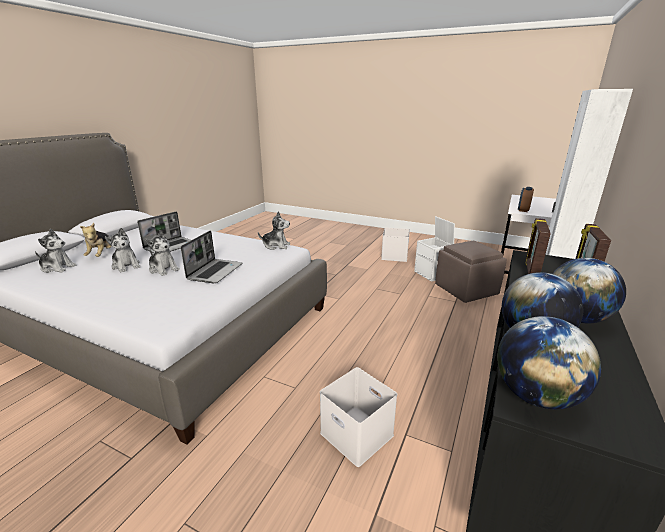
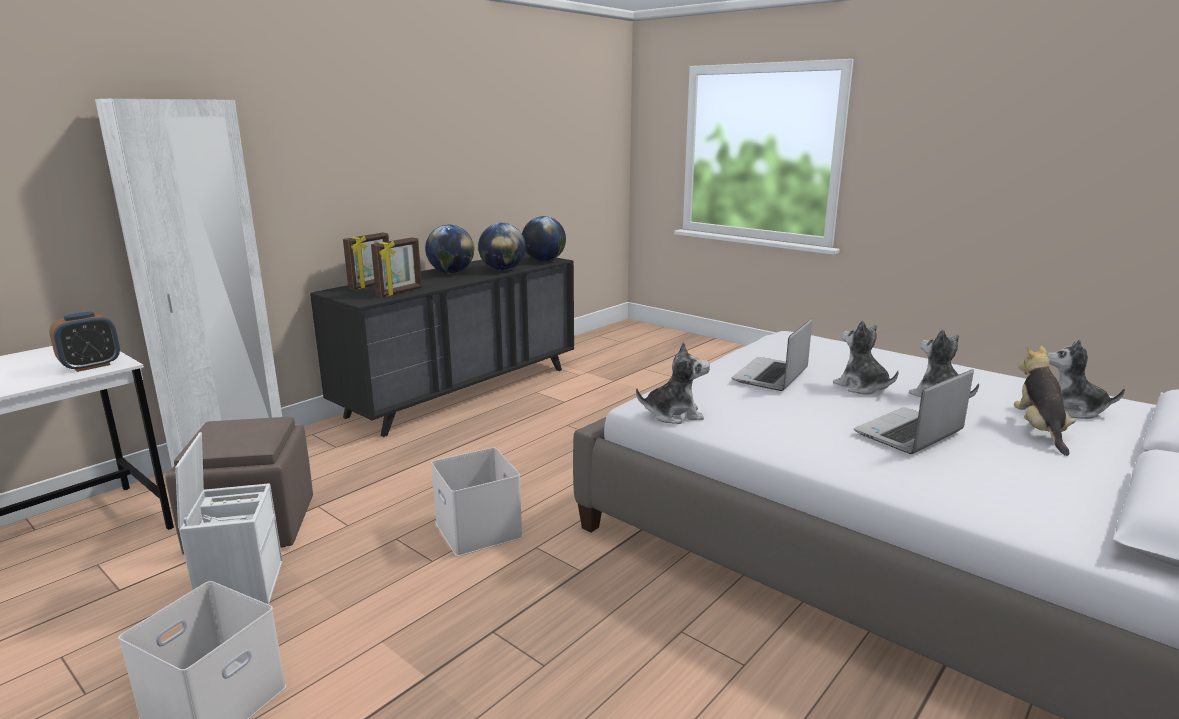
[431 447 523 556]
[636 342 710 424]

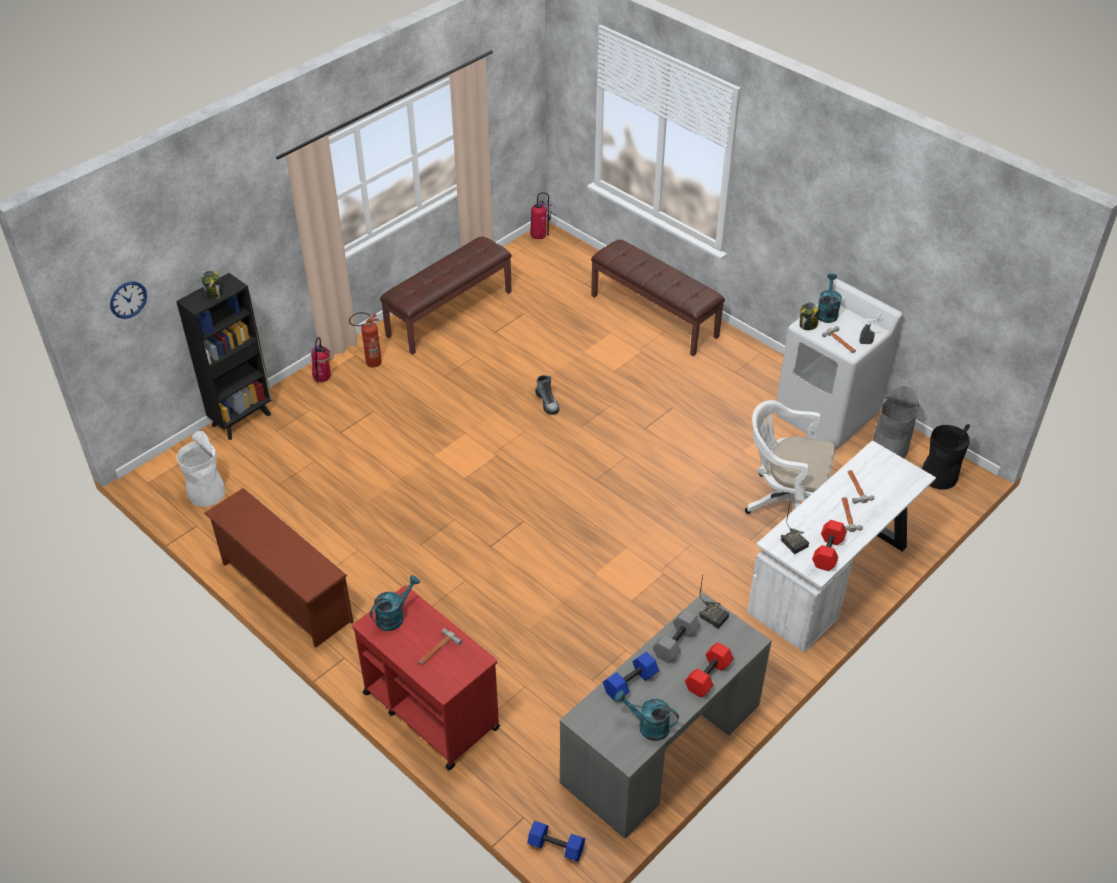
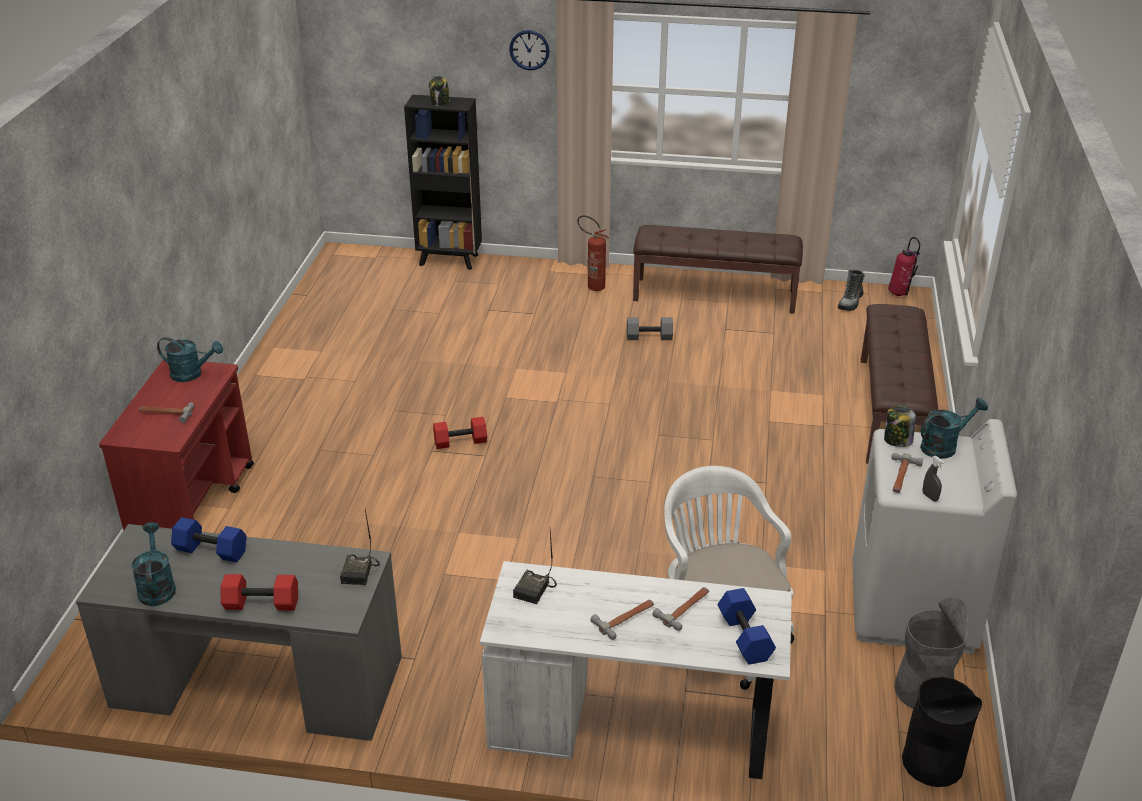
[177 431 225 507] (first image)
[204 488 354 648] (first image)
[310 337 331 383] (first image)
[509 30 550 70]
[718 588 776 665]
[838 270 865 311]
[627 317 673 340]
[433 417 487 449]

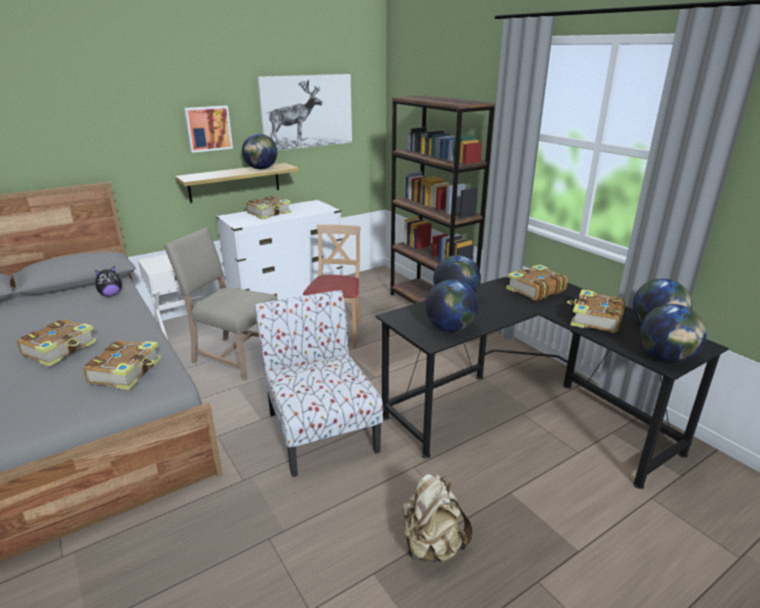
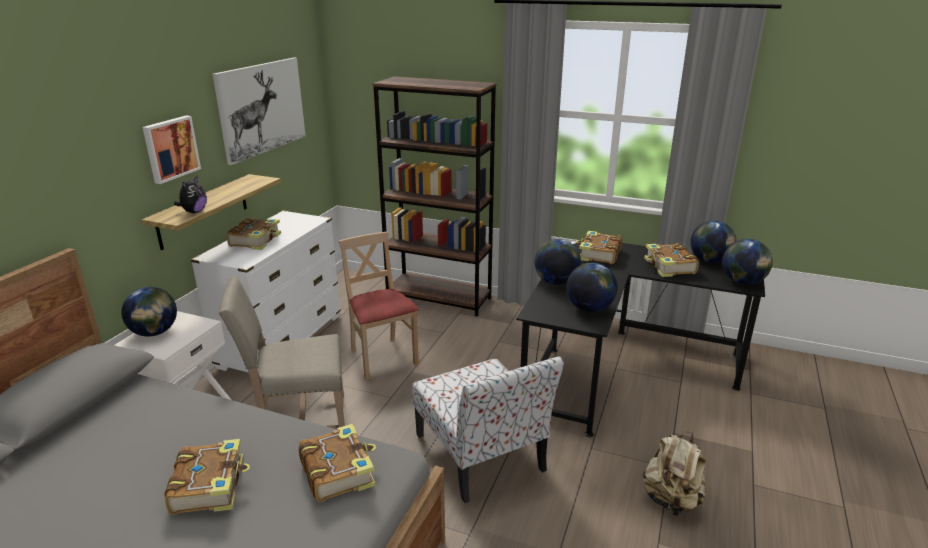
[174 176 207 213]
[121 287 177 336]
[412 356 564 503]

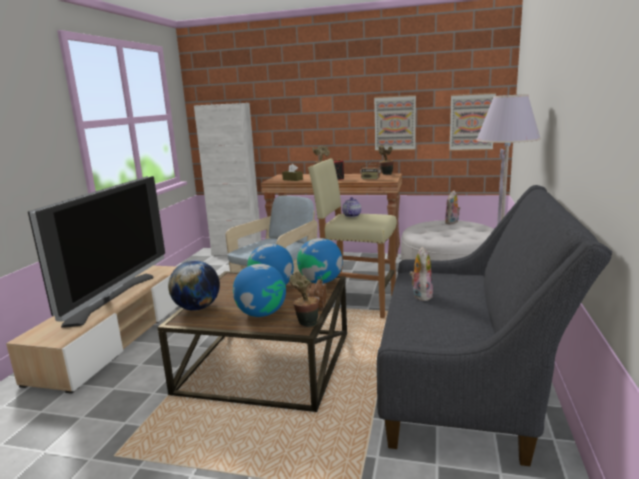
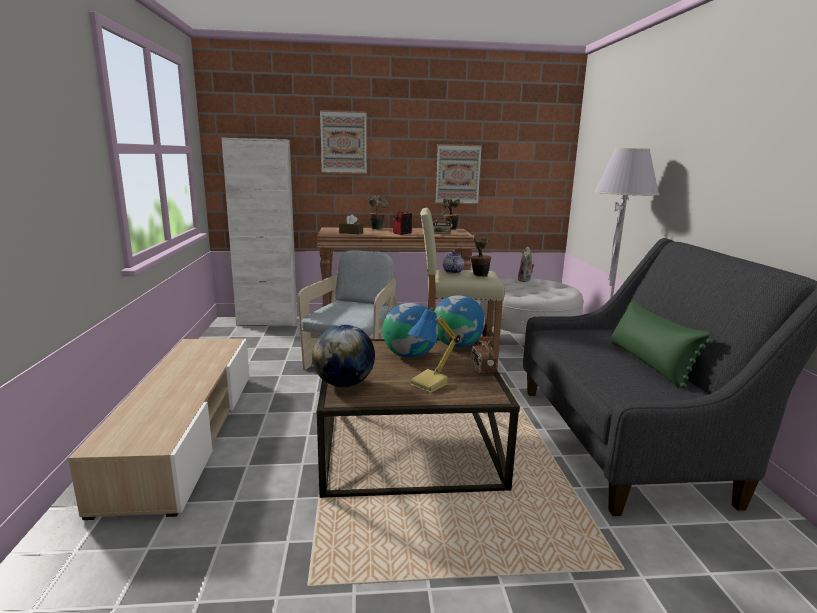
[28 176 165 328] (first image)
[410 247 433 301] (first image)
[611 300 713 388]
[471 233 491 277]
[320 110 367 174]
[407 307 460 393]

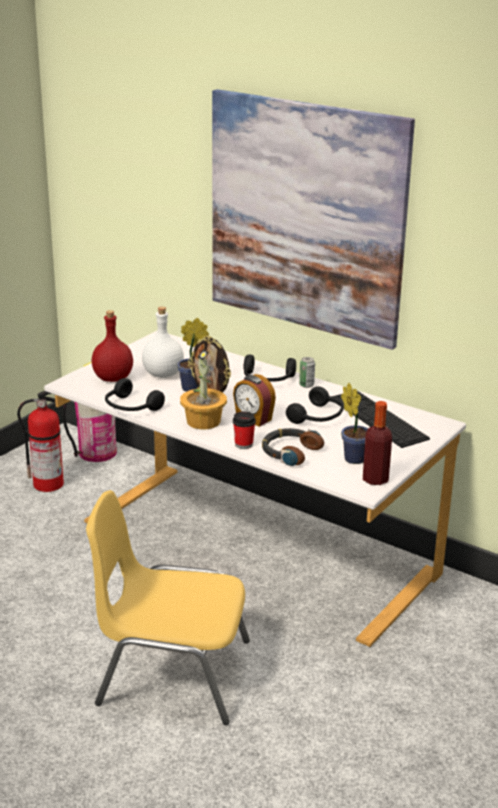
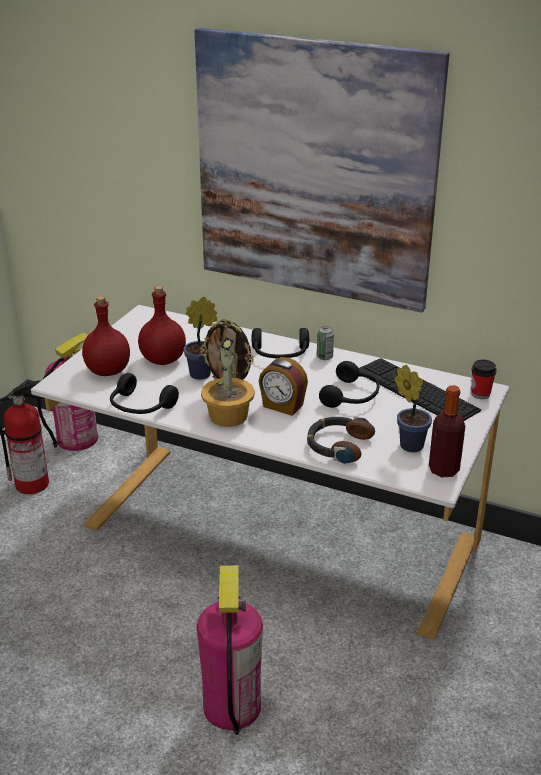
[471 359 497 399]
[196 565 263 735]
[138 286 186 365]

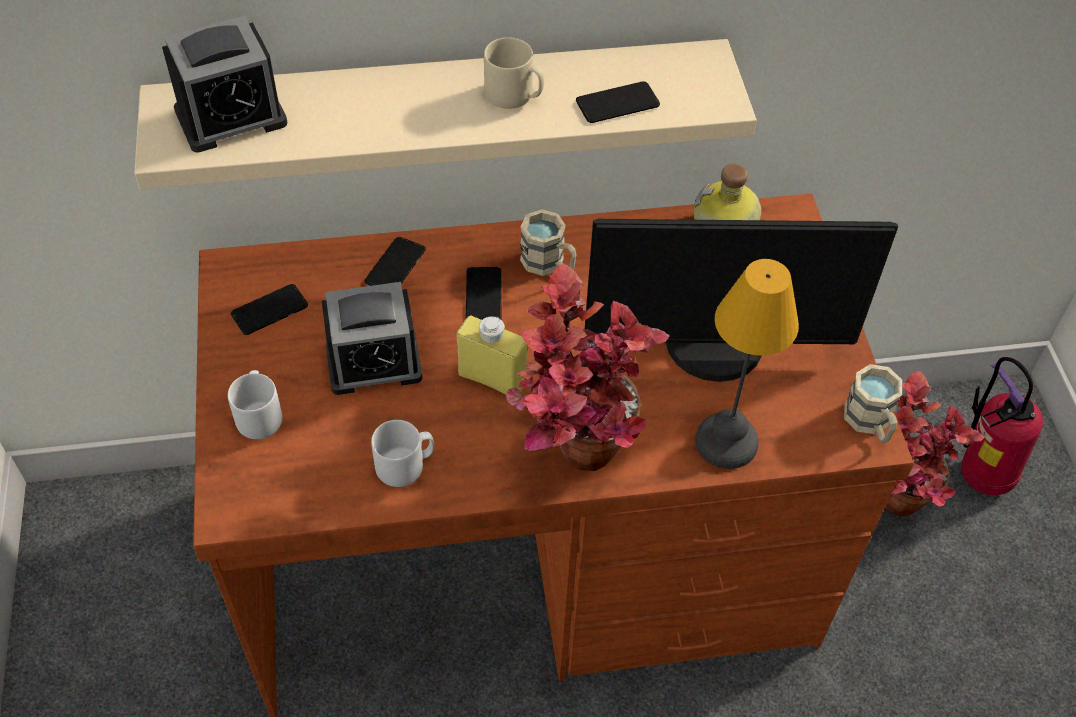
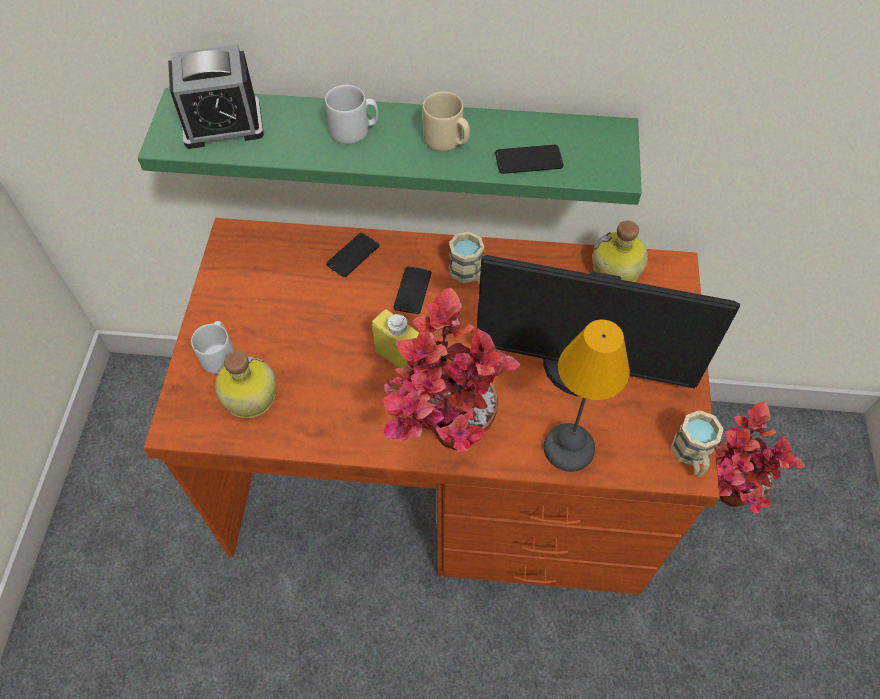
[231 284 308 335] (first image)
[322 282 423 395] (first image)
[961 357 1043 495] (first image)
[215 351 276 418]
[325 85 378 144]
[138 88 642 205]

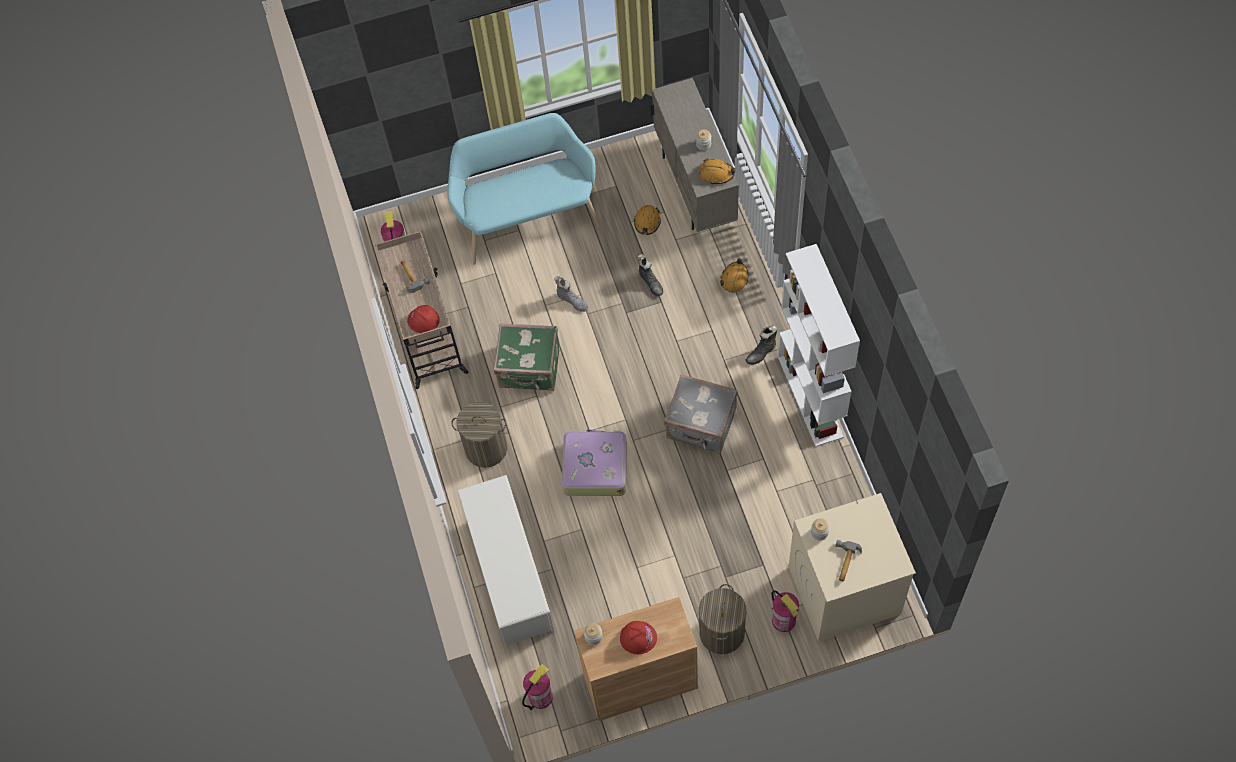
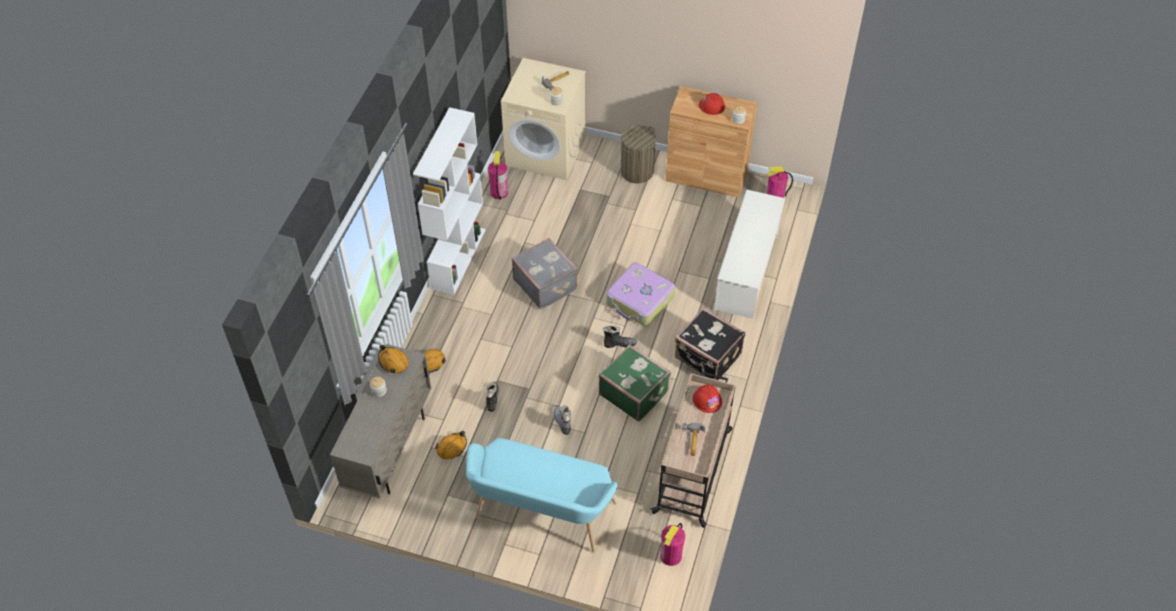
[603 326 637 348]
[488 151 508 200]
[675 308 745 380]

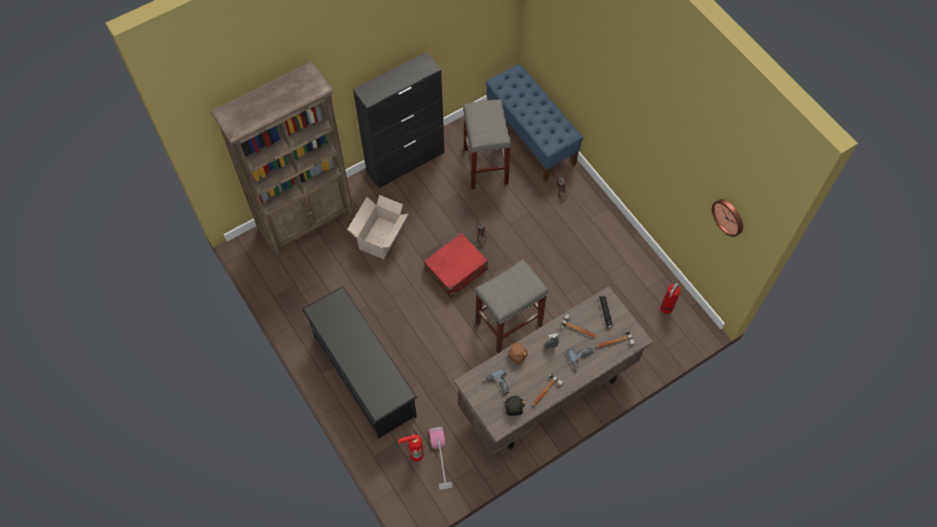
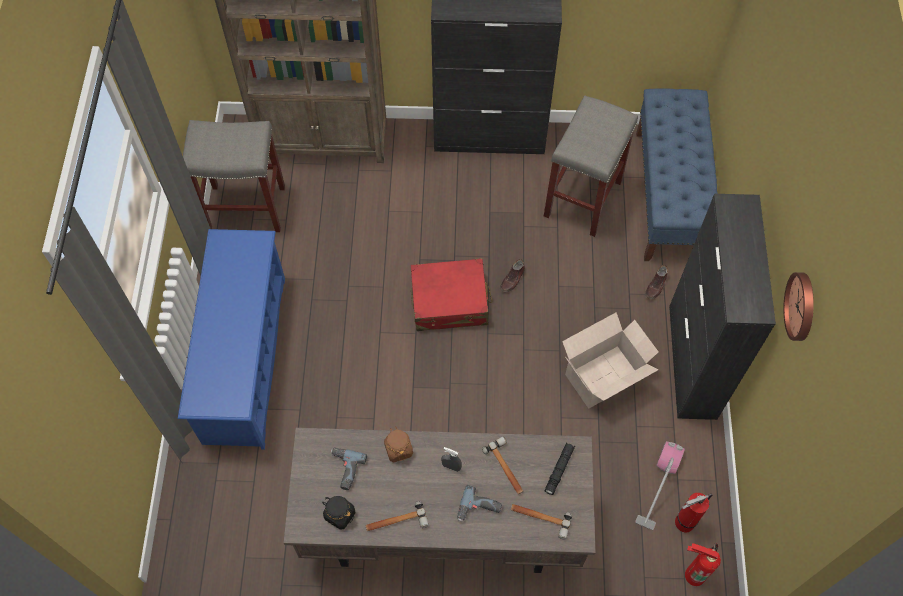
[669 194 776 420]
[562 312 658 408]
[685 543 721 586]
[635 441 685 530]
[183 120 285 232]
[783 272 814 341]
[178 229 285 450]

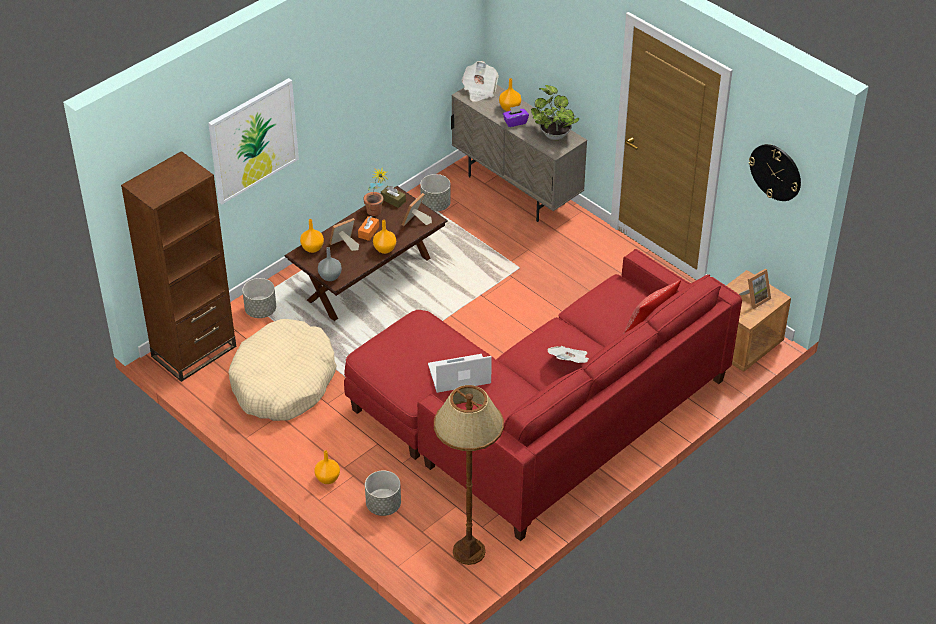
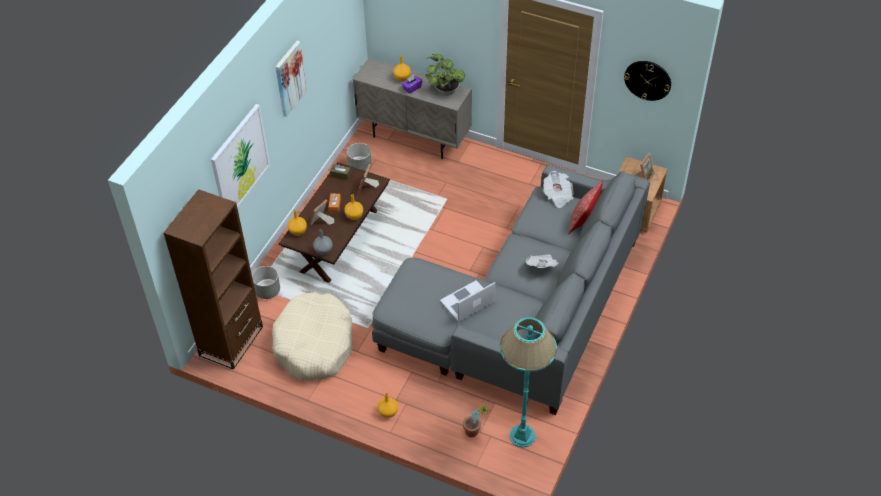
[365 471 401 516] (first image)
[275 41 307 117]
[463 403 491 437]
[543 171 574 208]
[372 164 650 415]
[500 317 557 448]

